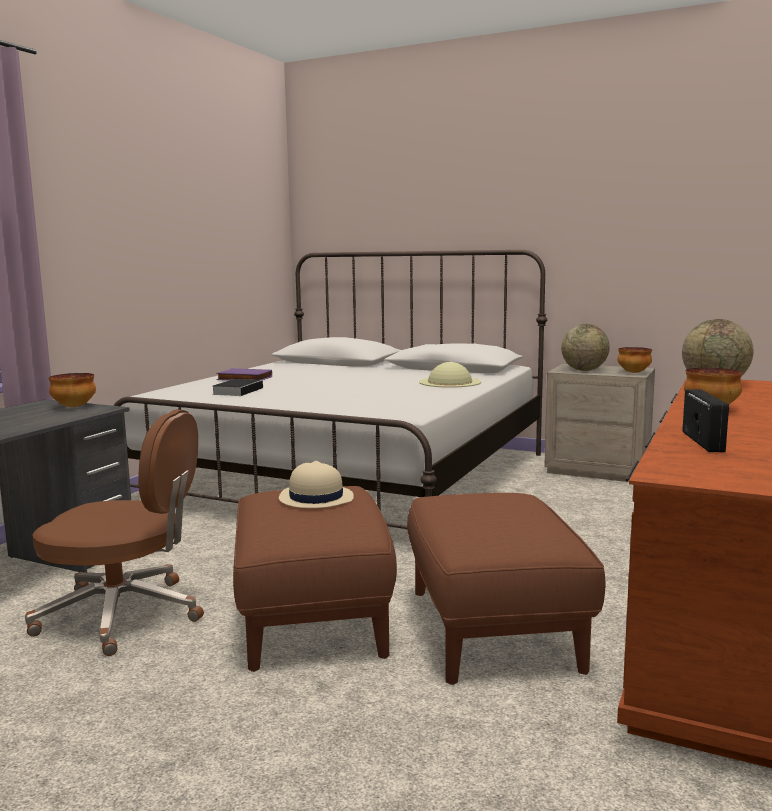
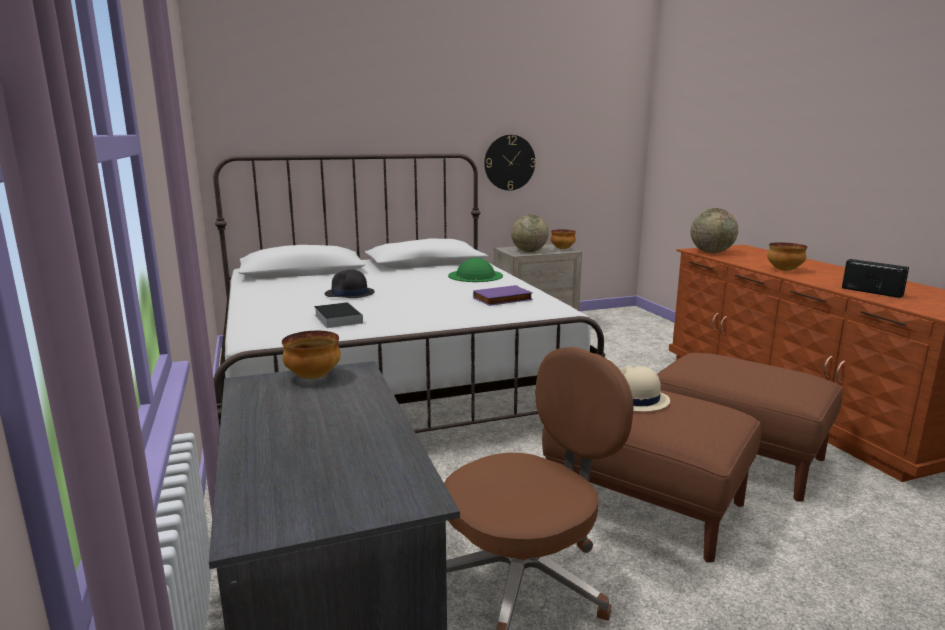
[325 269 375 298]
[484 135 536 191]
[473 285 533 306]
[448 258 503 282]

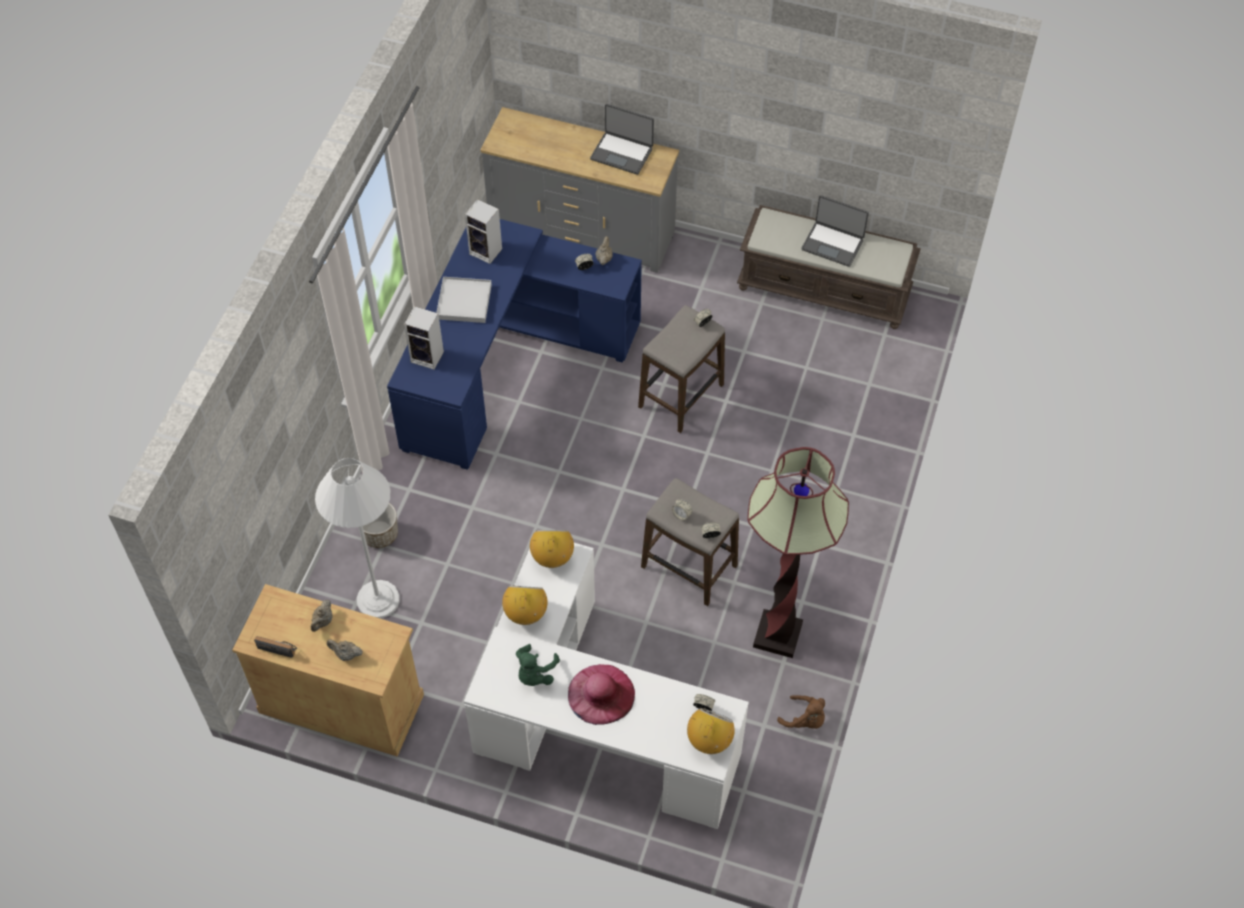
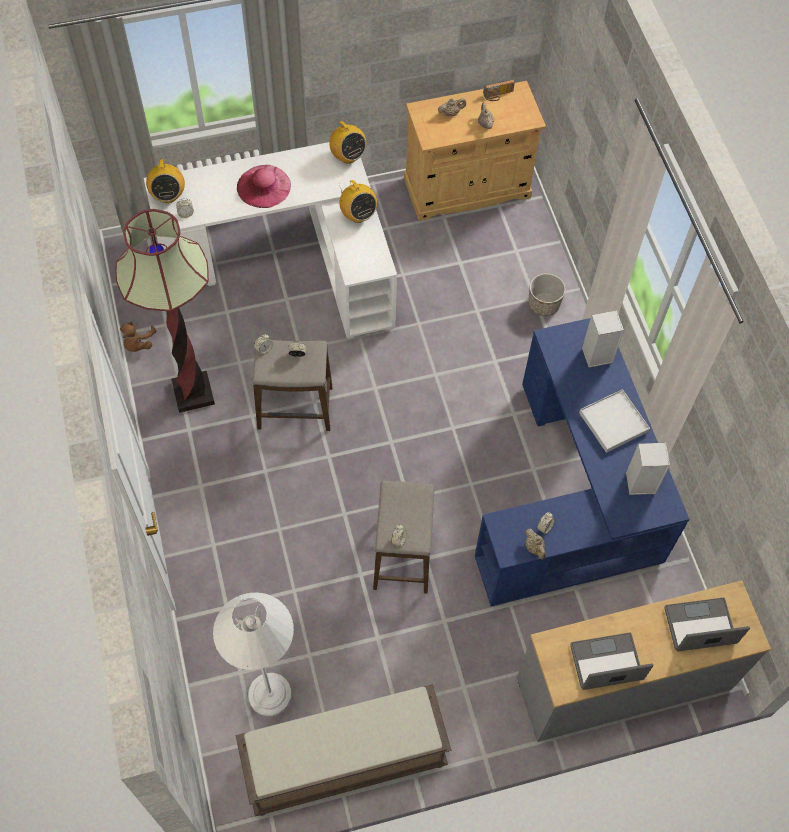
[516 644 560 686] (first image)
[213 592 294 716]
[328 121 366 164]
[665 598 750 651]
[120 321 156 352]

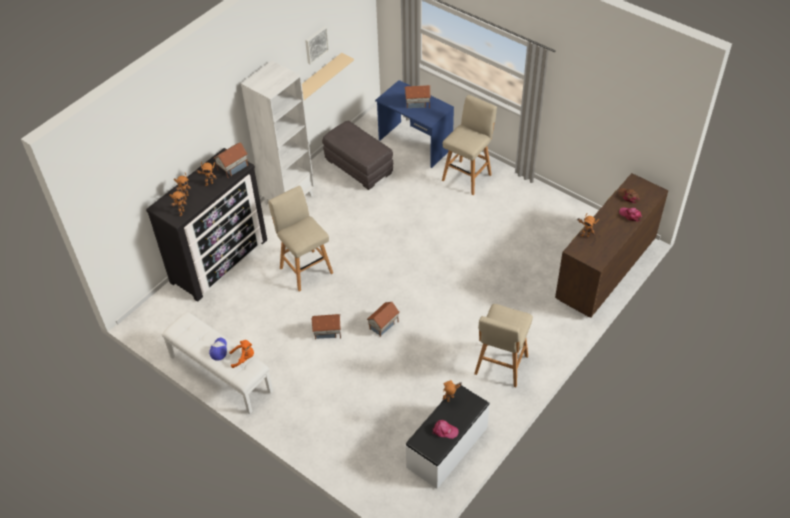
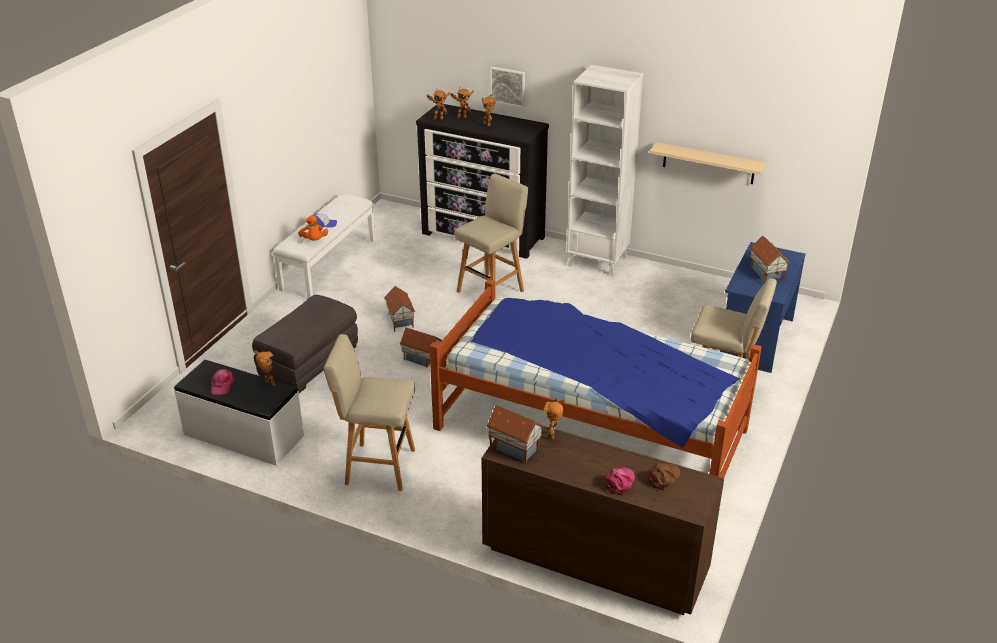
[429 279 762 478]
[486 405 544 463]
[490 67 525 108]
[252 294 358 393]

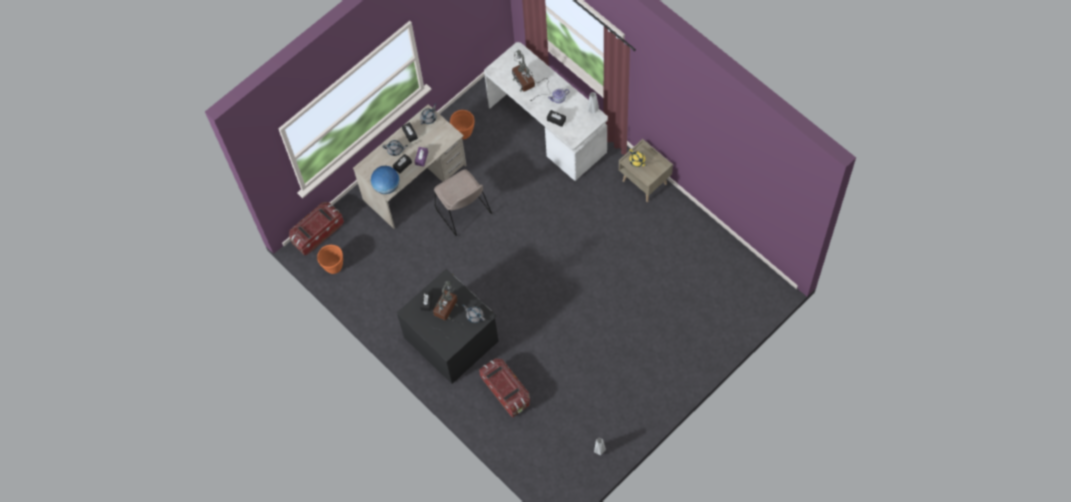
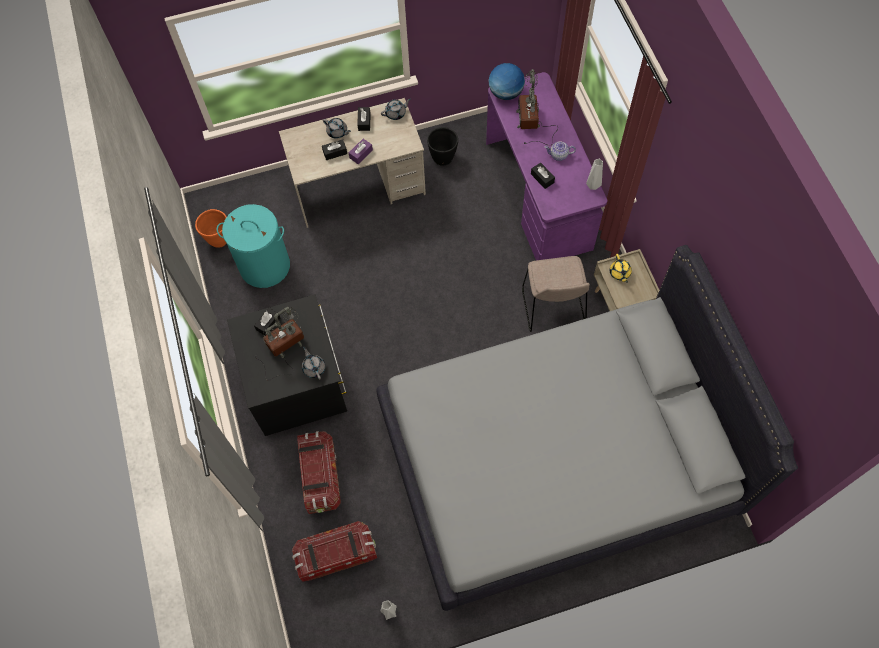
[217 204 290 288]
[376 245 798 611]
[292 521 377 582]
[489 63 525 100]
[522 256 590 332]
[427 127 458 165]
[486 72 608 260]

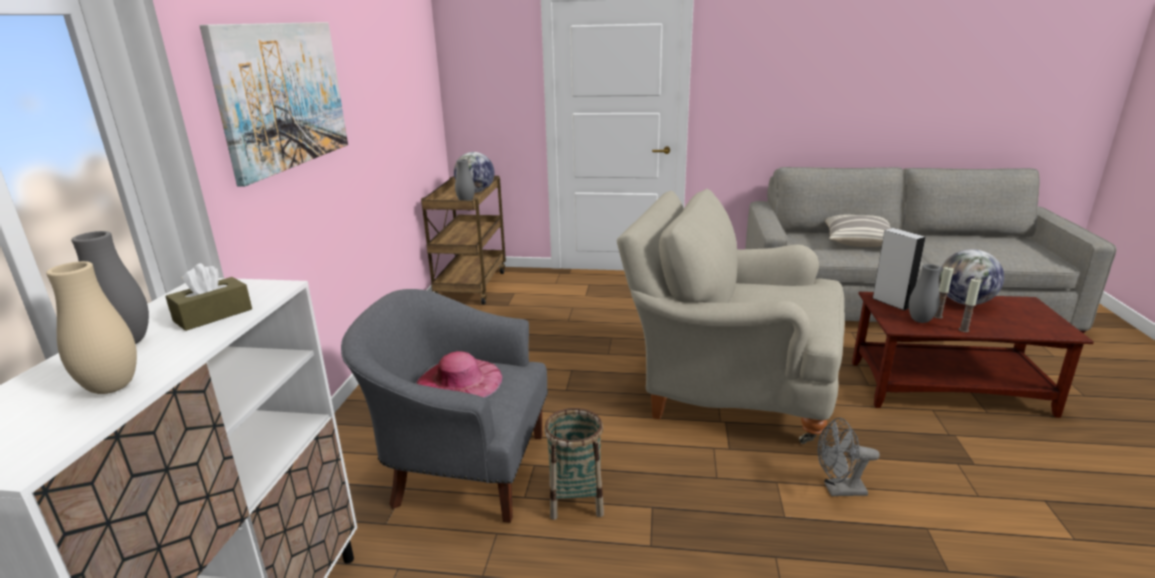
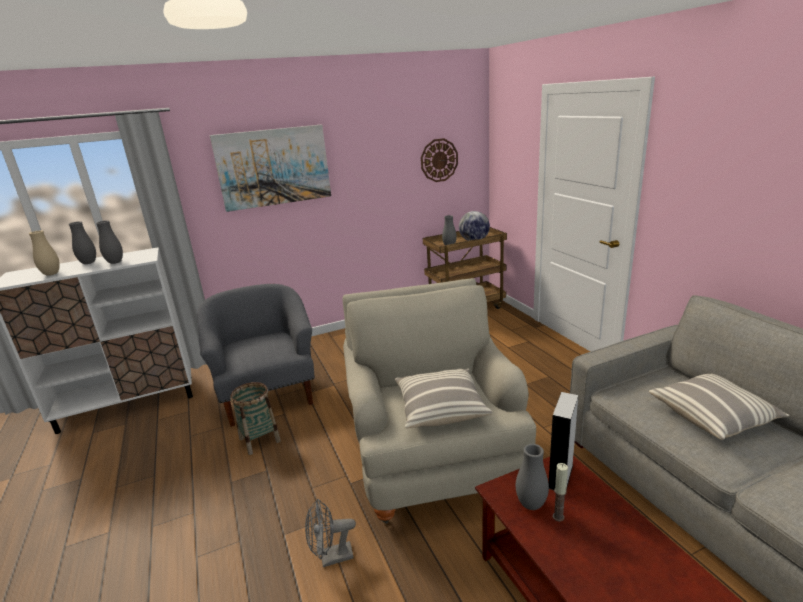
[416 351 502 398] (first image)
[939 249 1004 305] (first image)
[959 278 981 332] (first image)
[395 369 492 428]
[421 138 458 182]
[96 220 123 264]
[305 499 356 567]

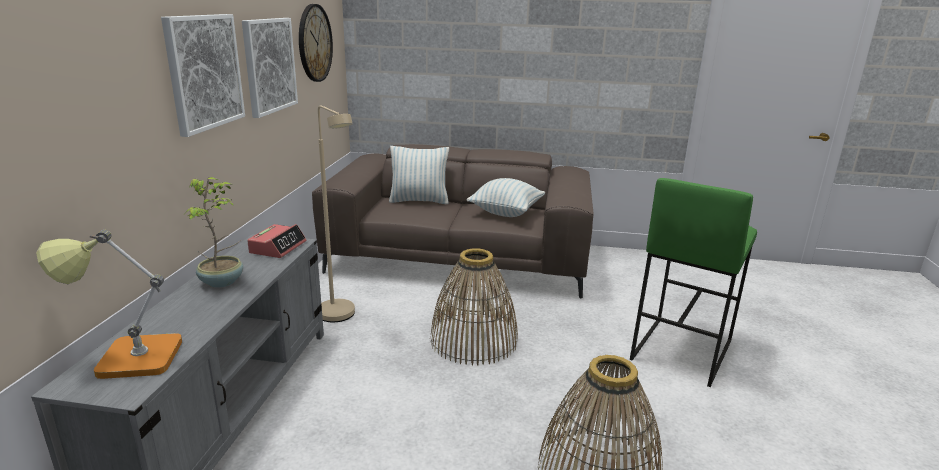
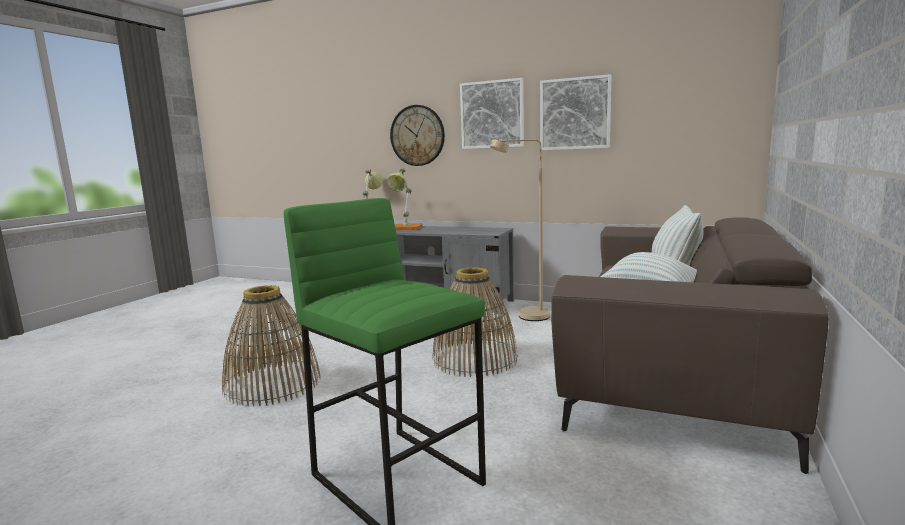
[185 177 243 288] (first image)
[247 224 306 258] (first image)
[387 168 422 230]
[390 105 445 166]

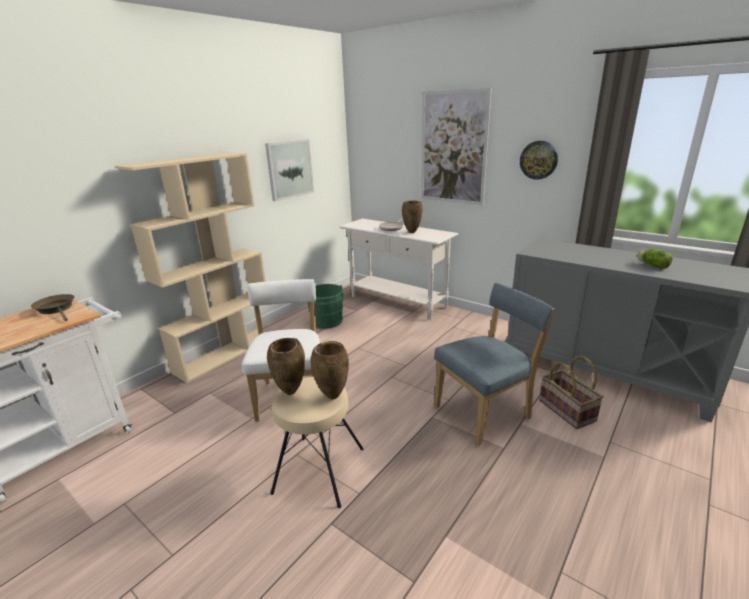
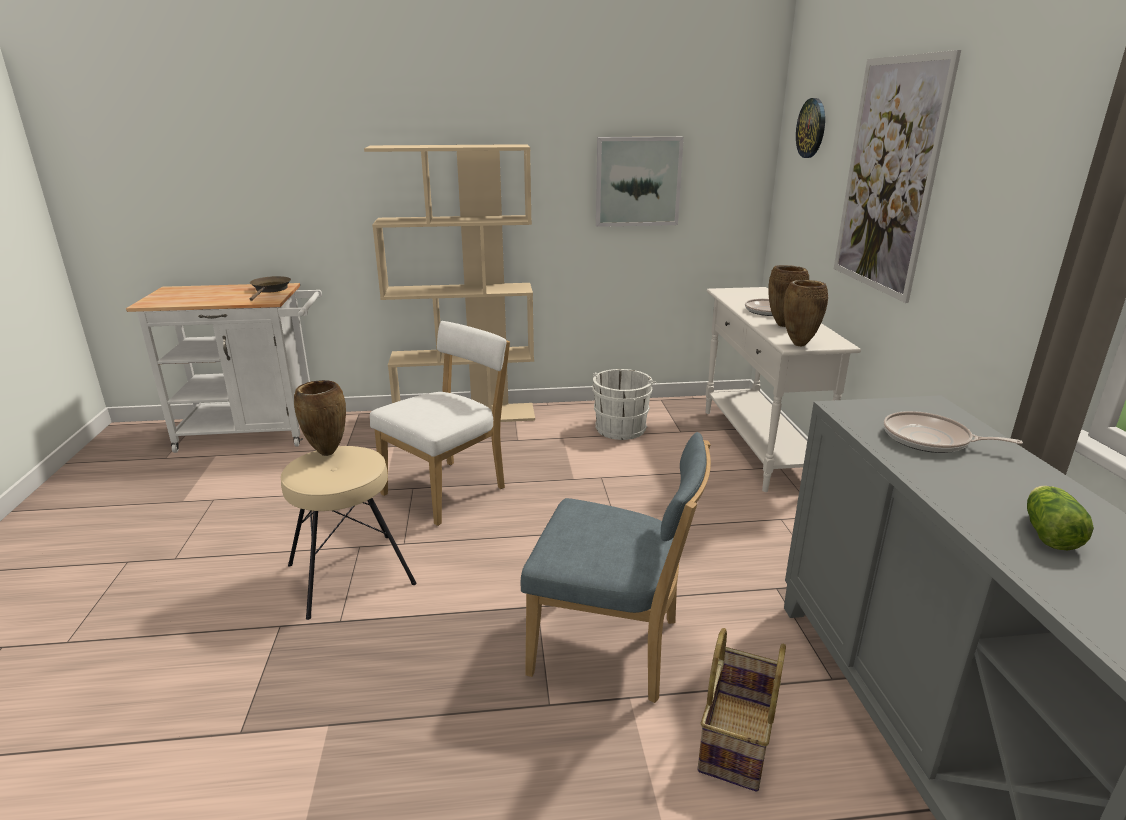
[884 411 1023 453]
[783 280 828 346]
[796 98 825 158]
[592 369 657 440]

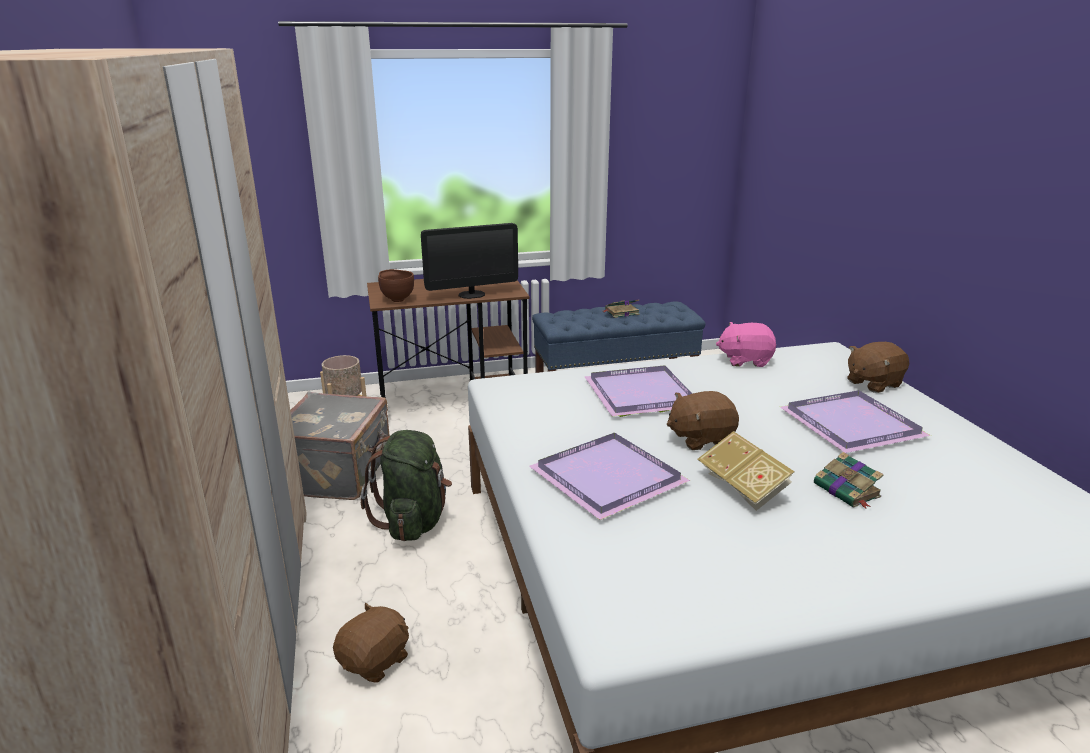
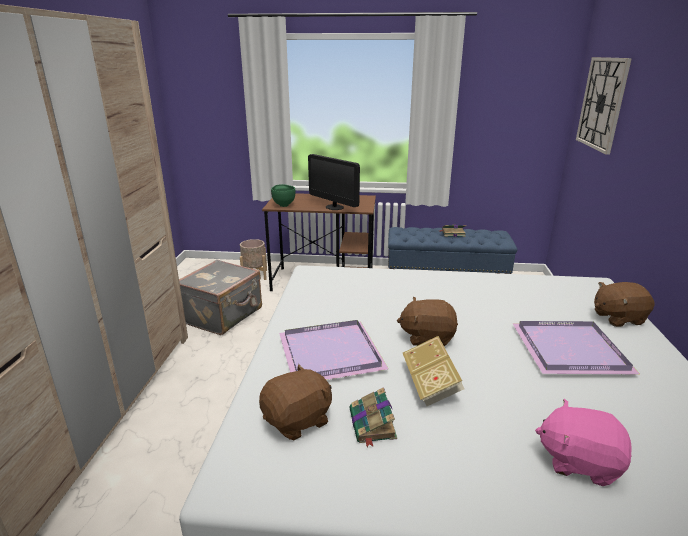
[361 430 452 541] (first image)
[585 365 692 417] (first image)
[576 57 632 155]
[259 364 332 440]
[535 399 632 486]
[349 387 397 447]
[271 184 296 207]
[308 154 360 210]

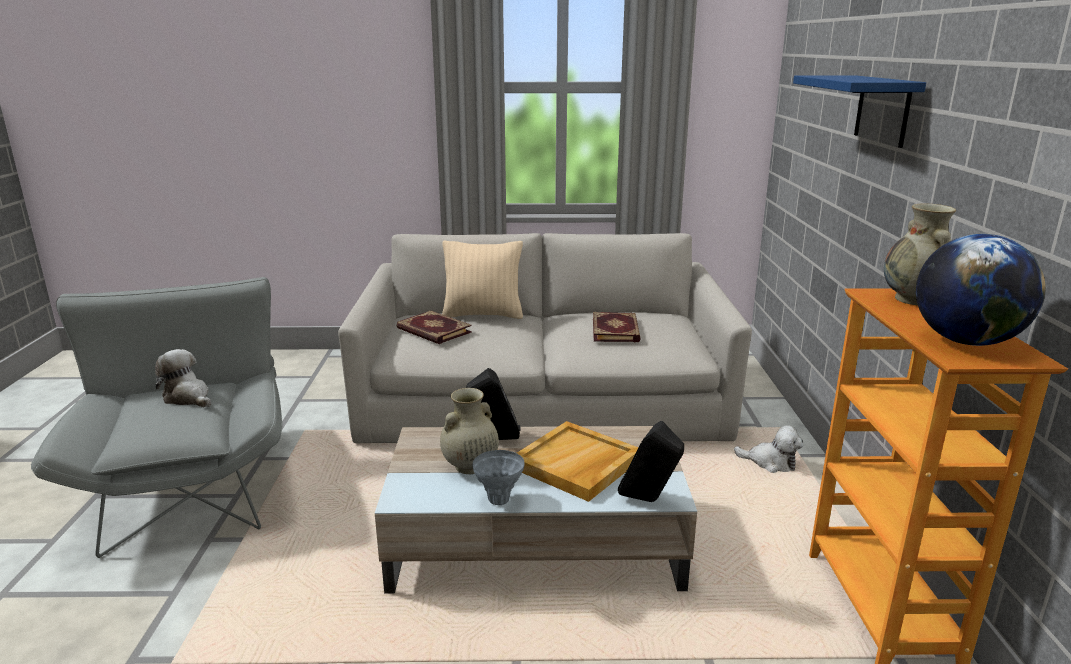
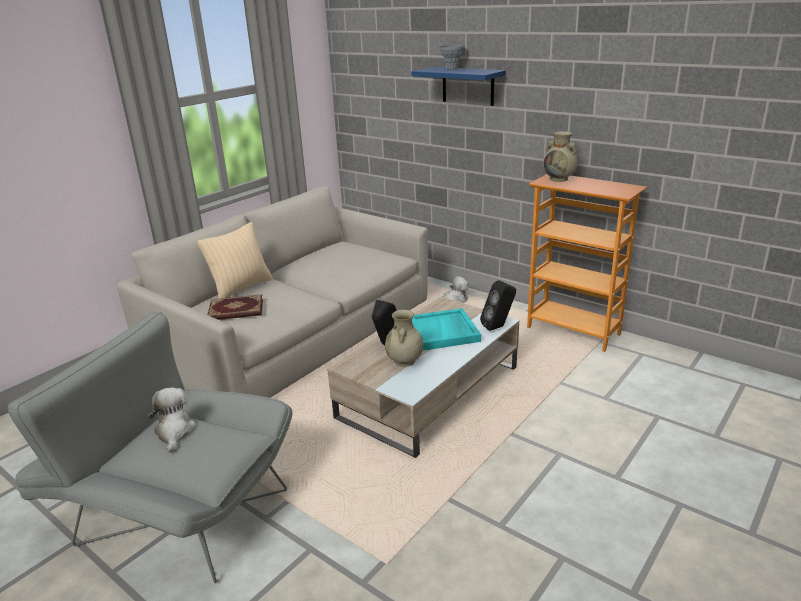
[593 312 641 342] (first image)
[916 234 1046 346] (first image)
[439 45 465 70]
[412 308 481 351]
[148 388 196 453]

